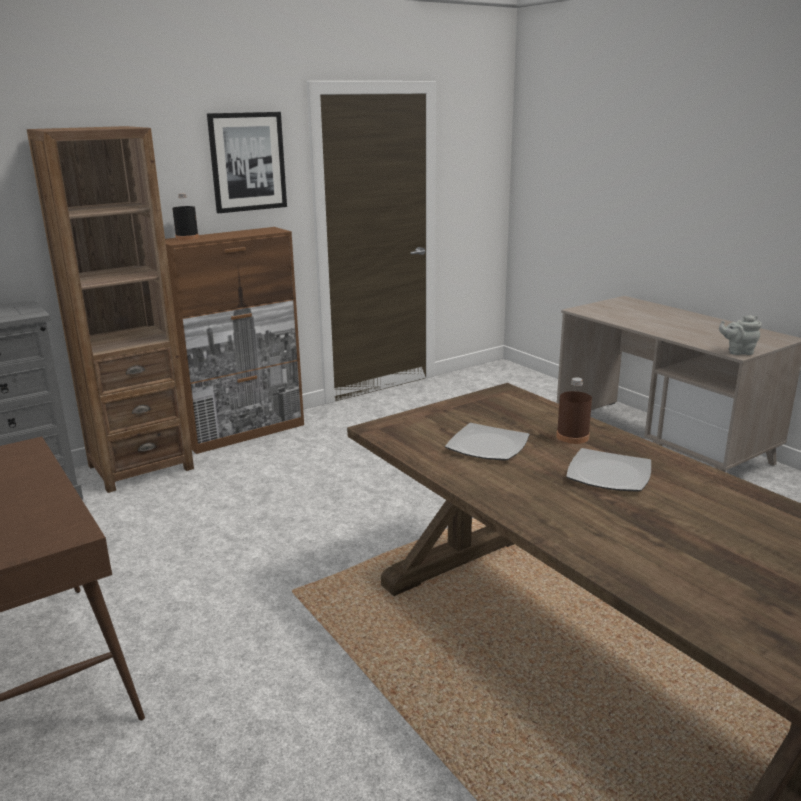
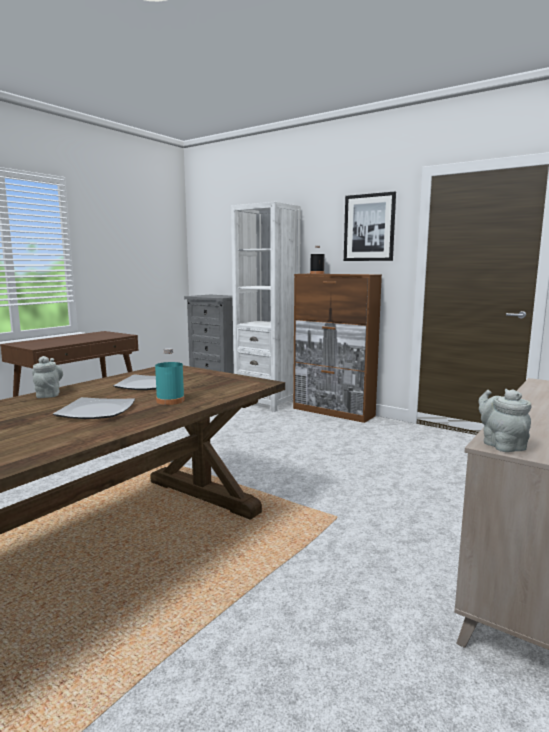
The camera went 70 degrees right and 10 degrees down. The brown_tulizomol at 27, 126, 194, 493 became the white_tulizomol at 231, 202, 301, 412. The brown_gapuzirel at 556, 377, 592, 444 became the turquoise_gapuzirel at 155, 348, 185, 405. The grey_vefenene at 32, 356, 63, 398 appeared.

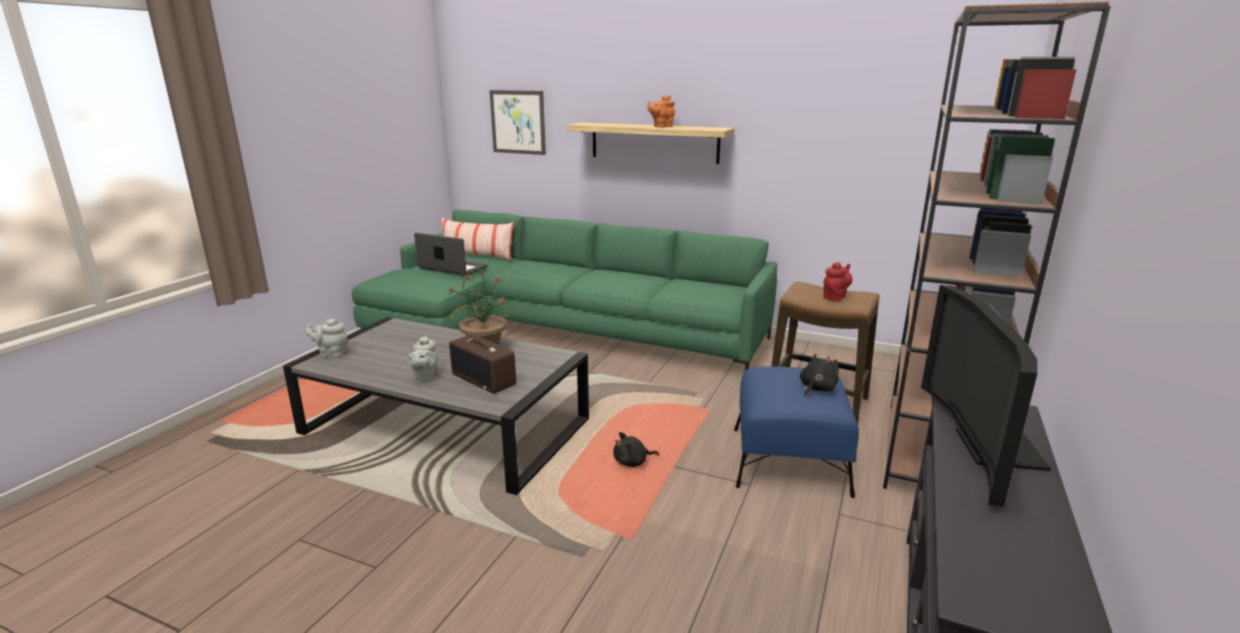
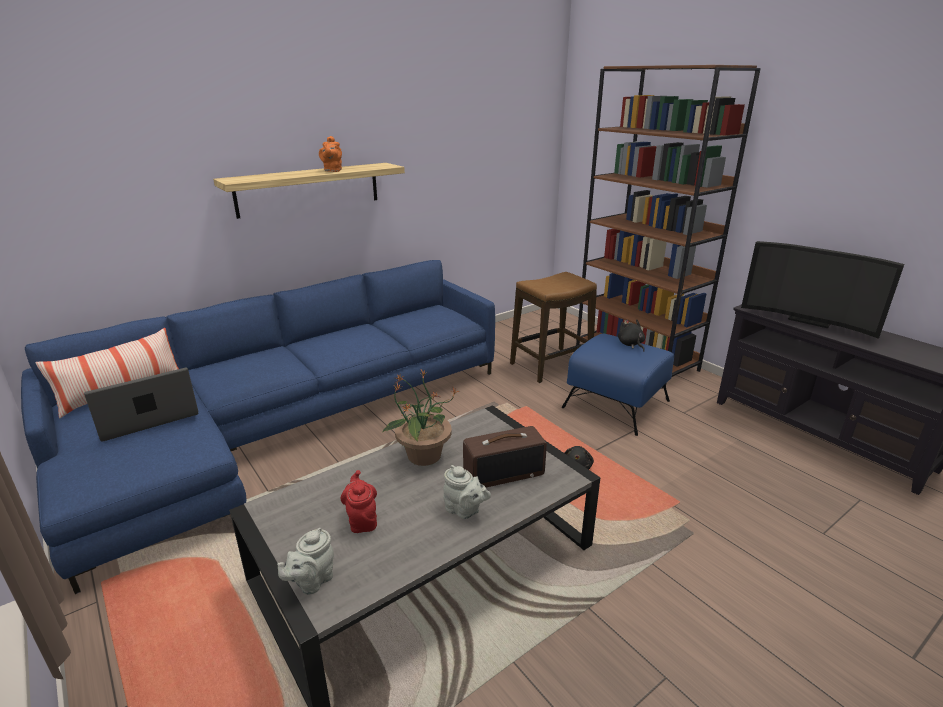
The camera went 60 degrees left and 5 degrees up. The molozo at 489, 90, 546, 155 disappeared. The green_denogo at 352, 210, 777, 371 became the blue_denogo at 21, 260, 495, 594. The red_vefenene moved from 823, 262, 852, 301 to 341, 470, 377, 533.

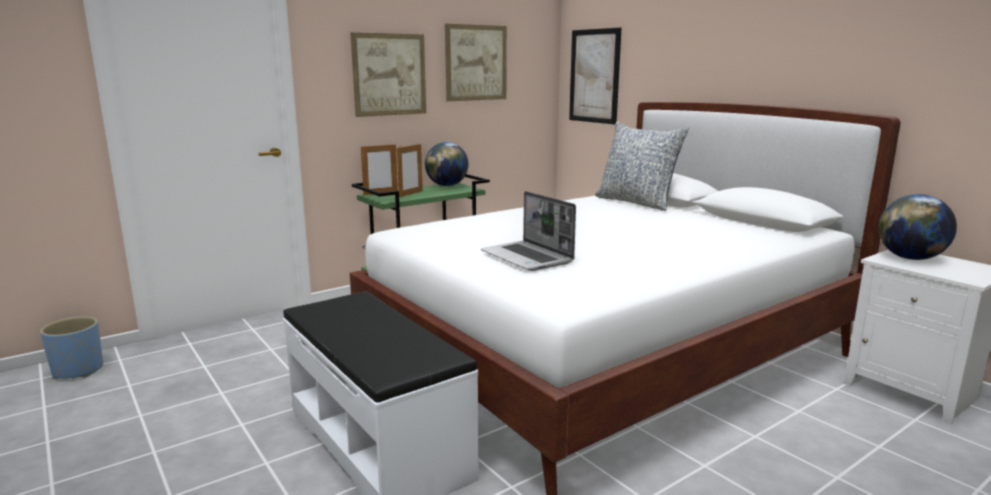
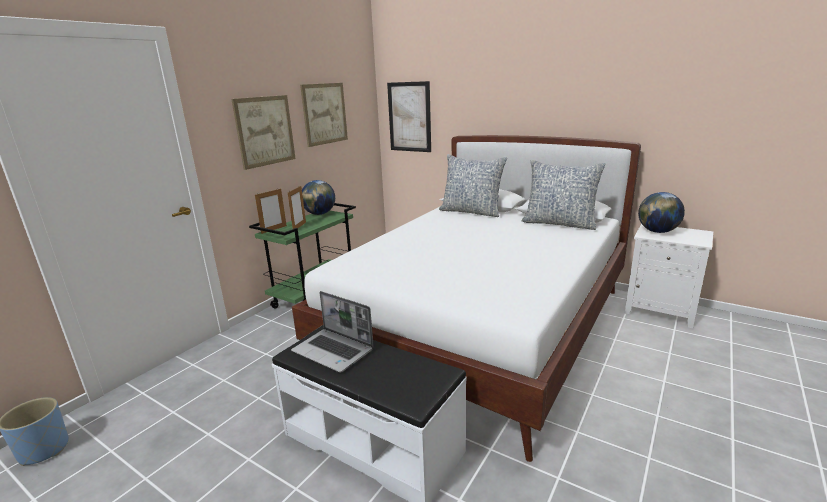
The camera went 20 degrees left and 5 degrees up. The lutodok moved from 481, 191, 576, 271 to 291, 291, 374, 372. The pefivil at 521, 160, 606, 230 appeared.

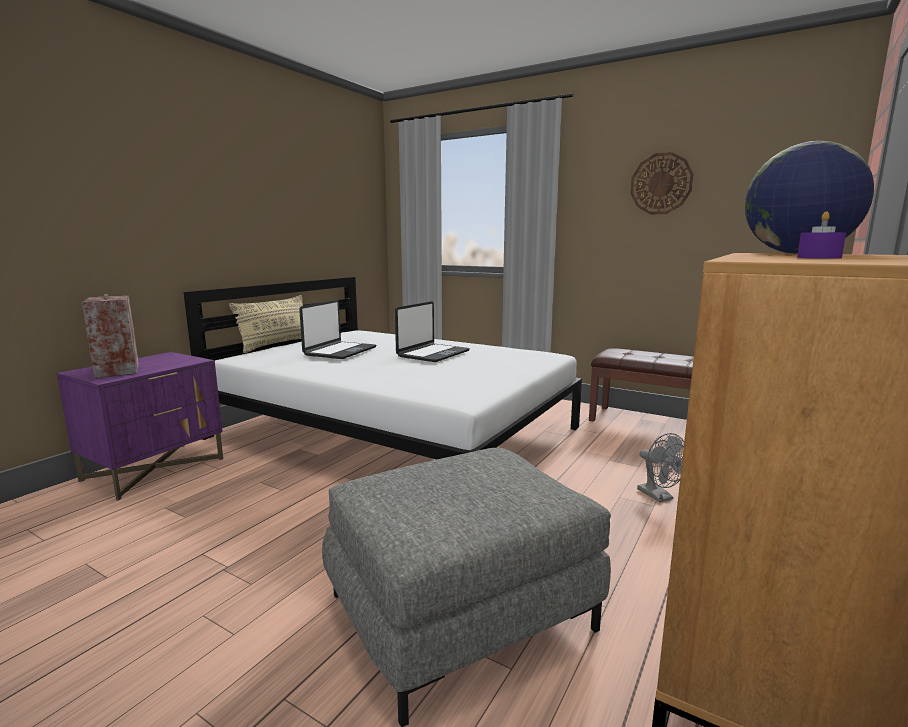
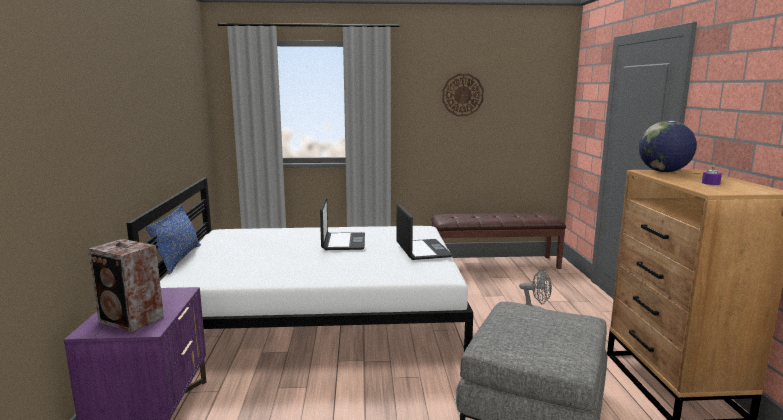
The camera went 35 degrees left and 0 degrees up. The beige_pefivil at 229, 295, 303, 353 became the blue_pefivil at 146, 205, 201, 274. The lutodok moved from 299, 300, 376, 359 to 397, 204, 452, 260.

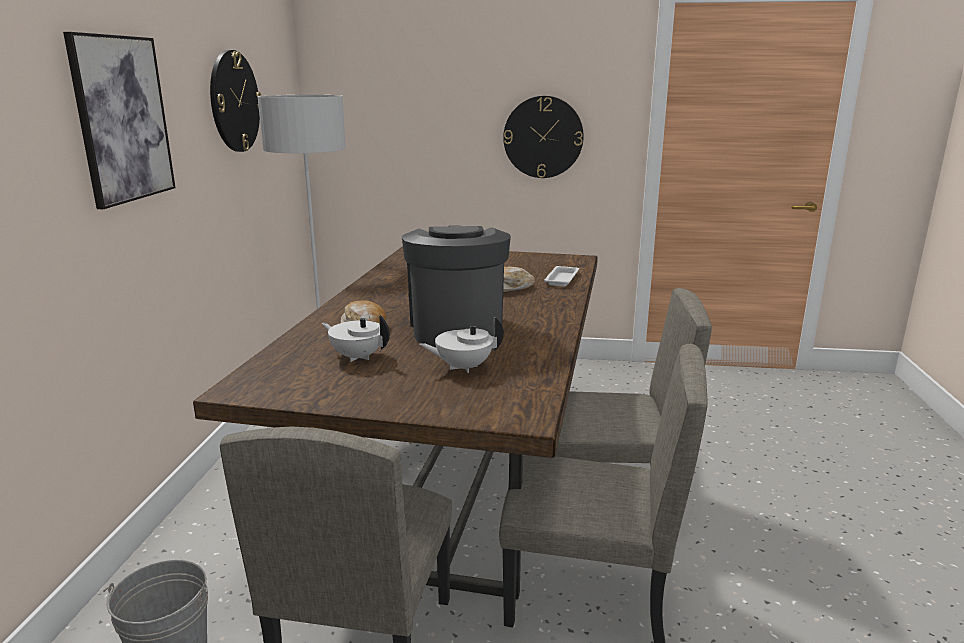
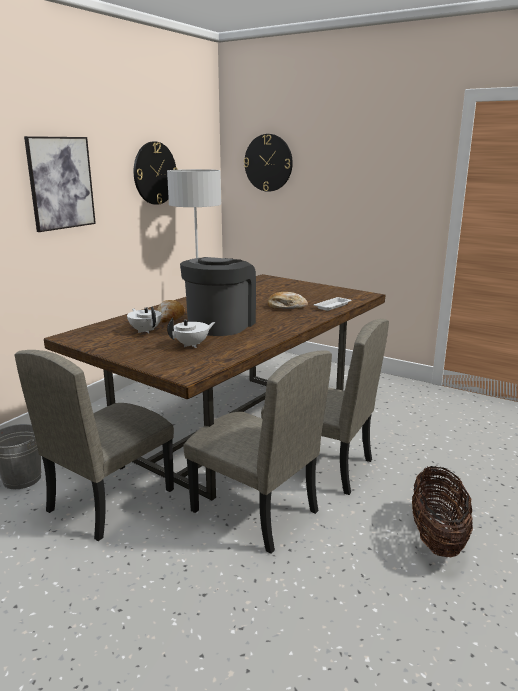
The camera went 25 degrees right and 0 degrees up. The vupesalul moved from 503, 96, 584, 178 to 244, 134, 293, 192. The white_vefenene at 419, 317, 504, 373 turned 135 degrees clockwise. The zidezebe at 412, 466, 473, 557 appeared.

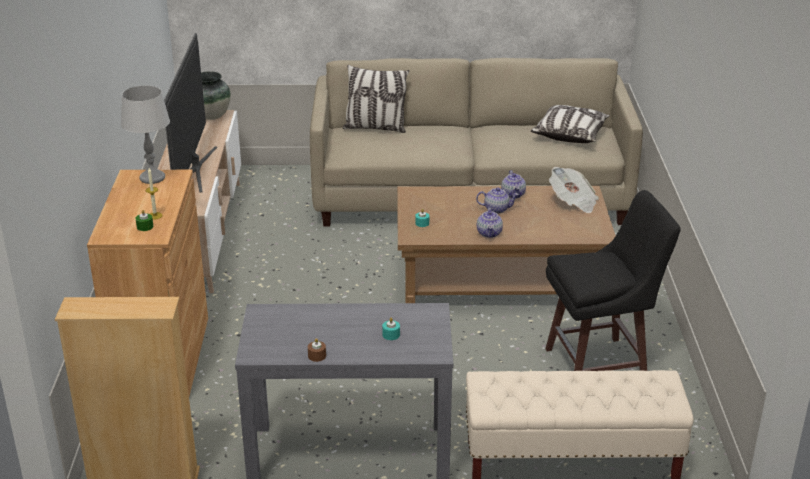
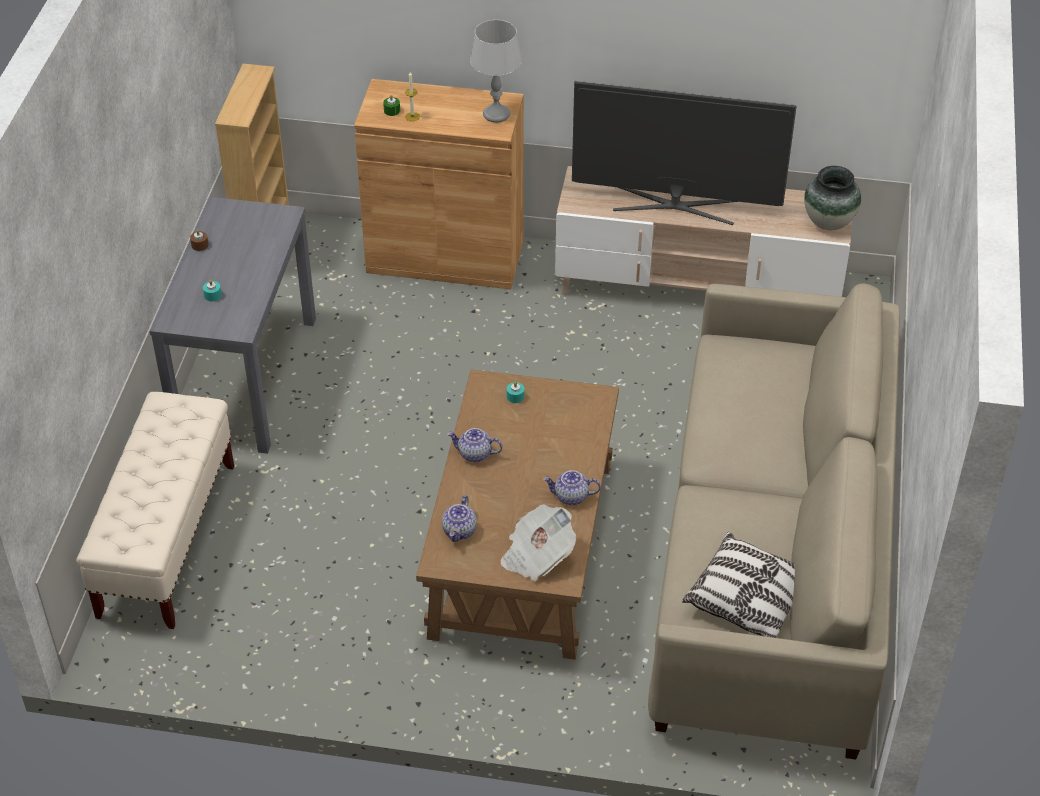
The camera went 100 degrees right and 15 degrees up. The pefivil at 343, 65, 409, 133 disappeared. The vefenene moved from 476, 188, 519, 214 to 442, 495, 477, 542. The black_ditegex at 545, 190, 681, 371 disappeared.

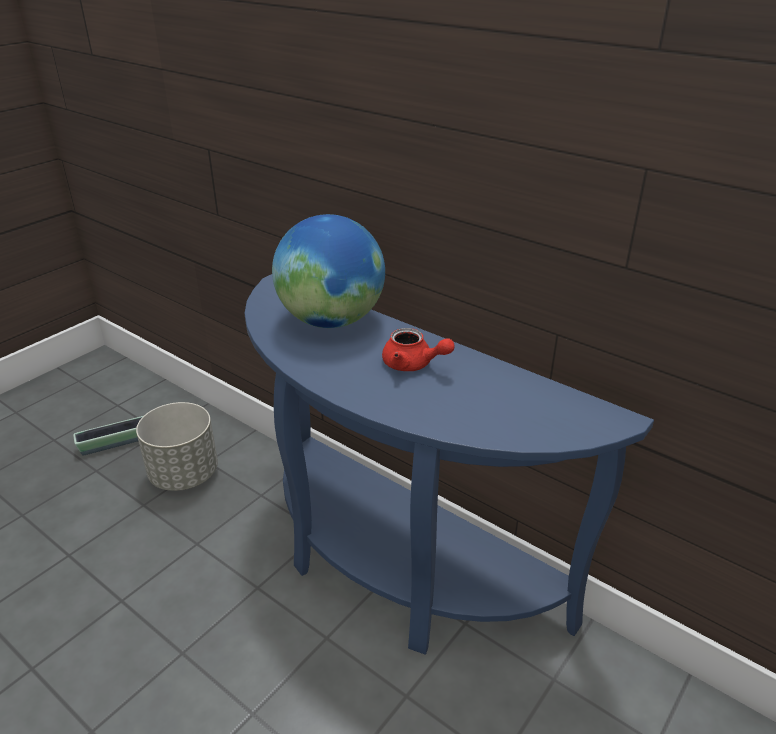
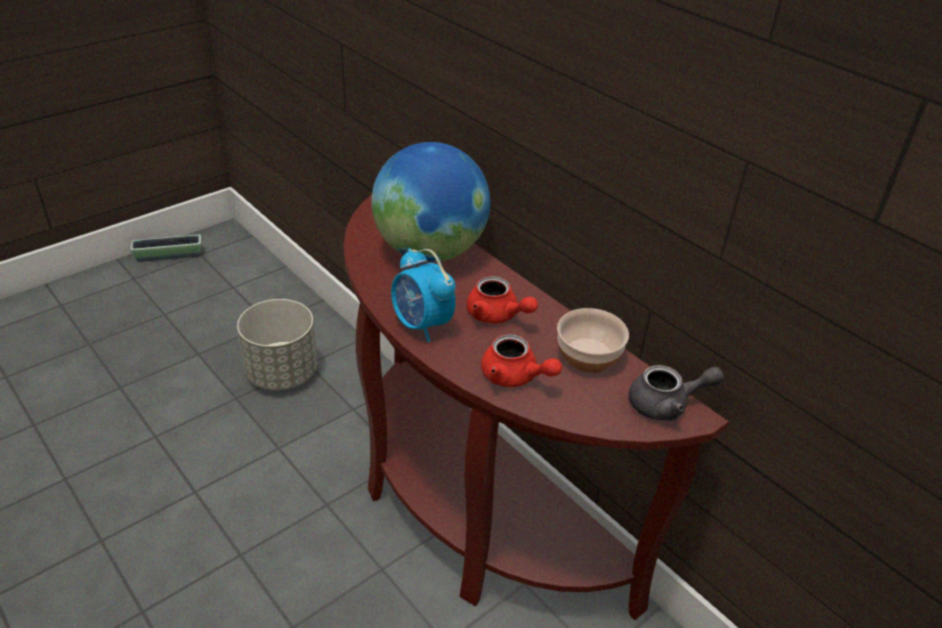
The camera went 10 degrees right and 5 degrees up. The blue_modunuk at 244, 274, 654, 655 became the brown_modunuk at 343, 195, 729, 620. The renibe moved from 73, 416, 143, 456 to 130, 235, 201, 262. The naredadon at 391, 248, 456, 342 appeared. The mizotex at 557, 308, 629, 373 appeared. The red_vefenene at 481, 334, 562, 387 appeared. The grey_vefenene at 629, 365, 724, 421 appeared.

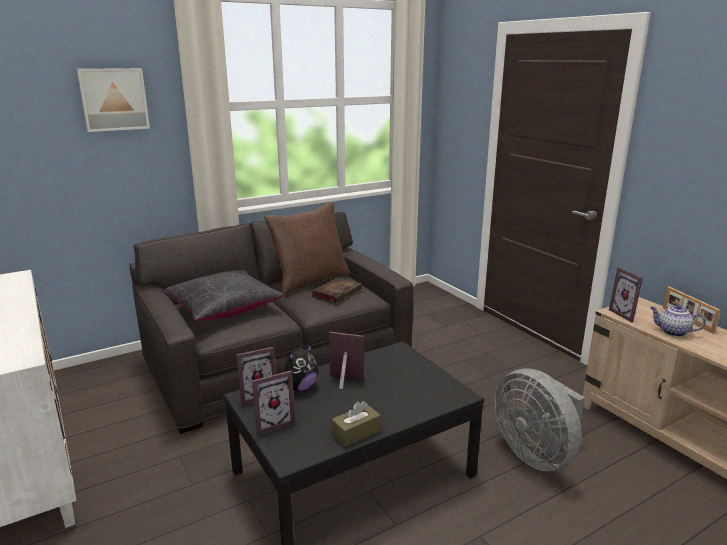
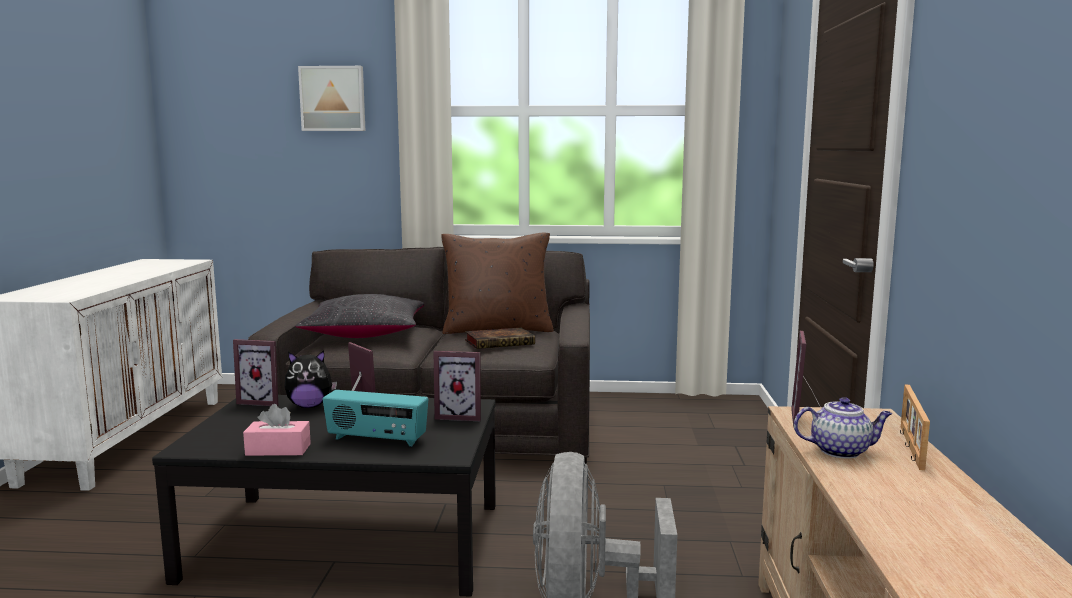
The camera went 35 degrees right and 10 degrees down. The vefenene at 650, 304, 706, 337 turned 120 degrees clockwise. The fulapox moved from 252, 370, 295, 435 to 434, 351, 481, 421. The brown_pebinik at 331, 401, 381, 447 became the pink_pebinik at 243, 404, 311, 456. The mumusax at 322, 390, 428, 447 appeared.

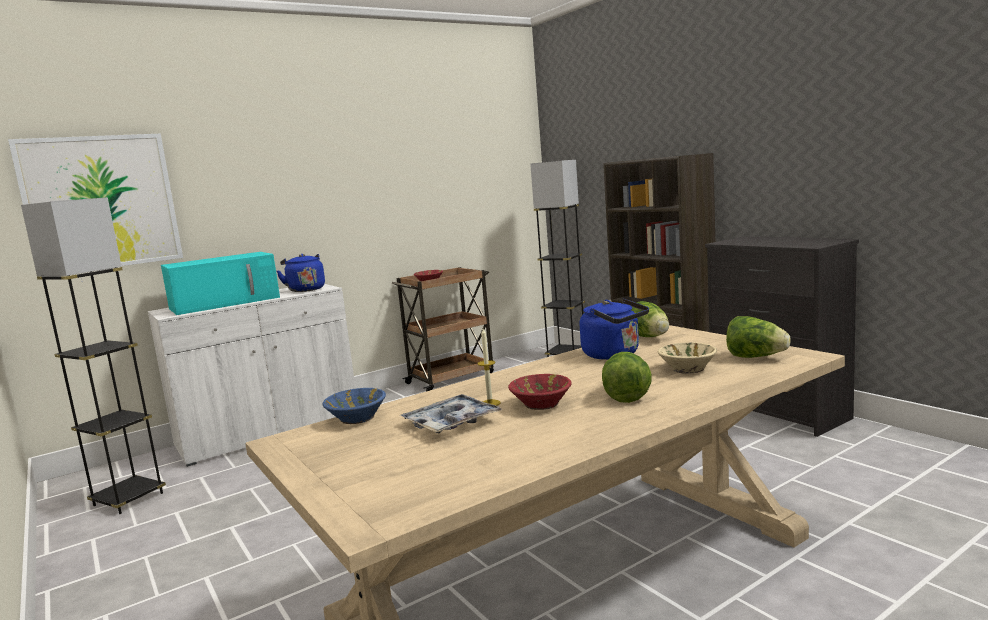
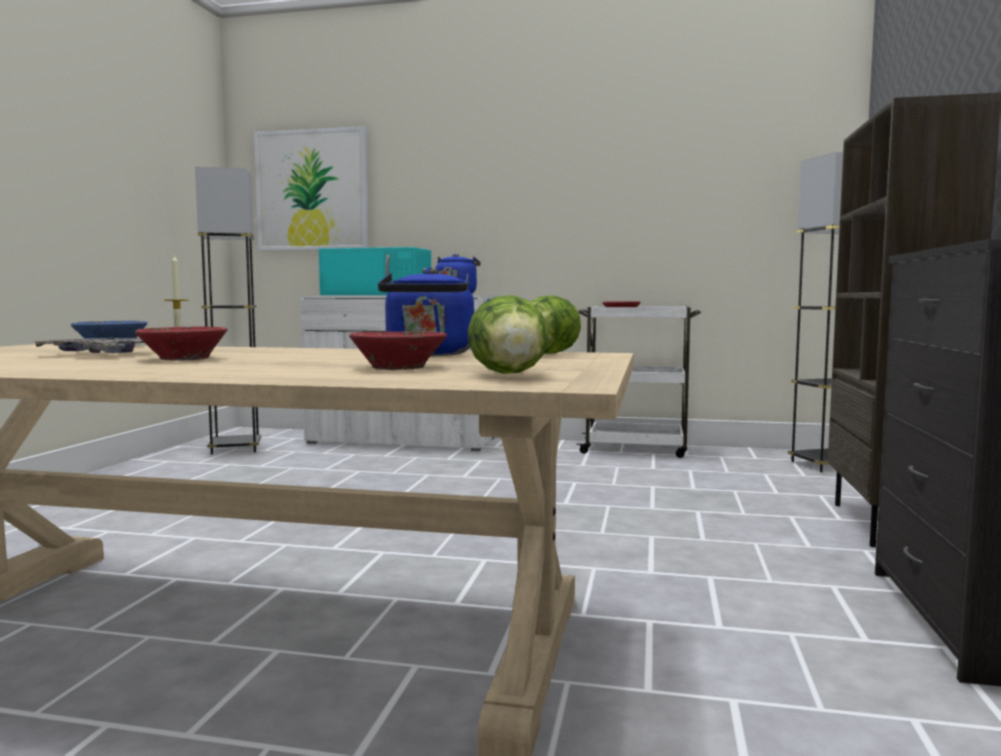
The camera went 45 degrees right and 5 degrees down. The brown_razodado at 392, 267, 494, 391 became the white_razodado at 576, 306, 701, 458. The beige_mizotex at 658, 342, 717, 374 became the red_mizotex at 349, 332, 447, 370. The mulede at 602, 352, 652, 403 disappeared.

